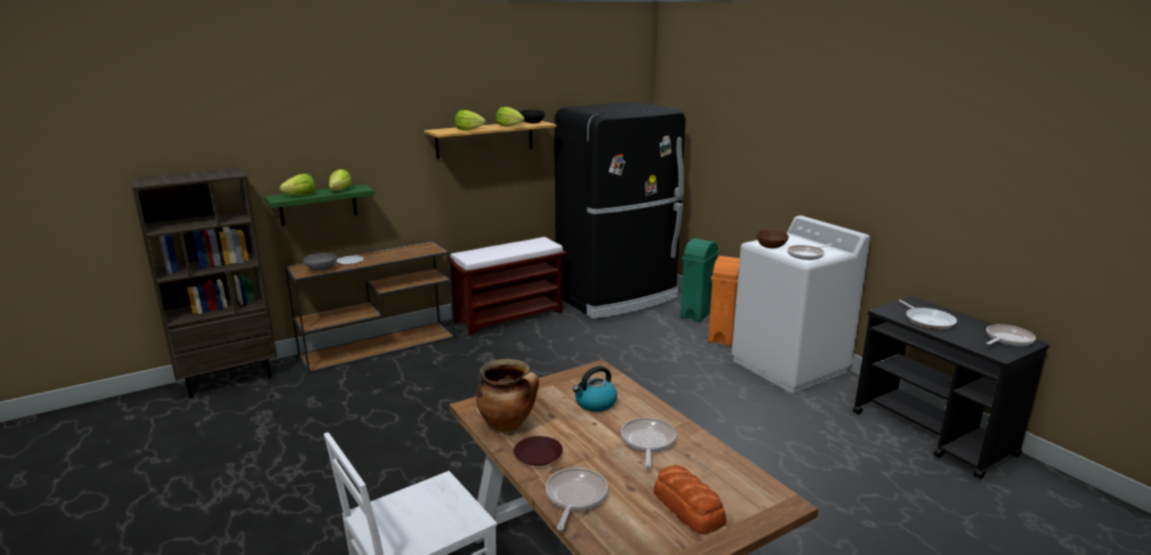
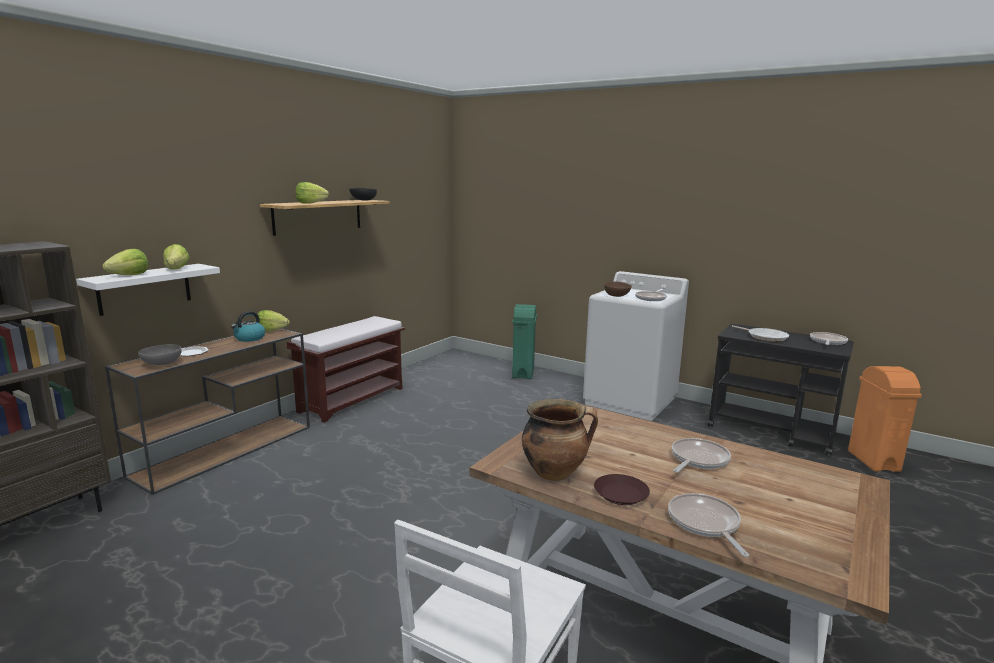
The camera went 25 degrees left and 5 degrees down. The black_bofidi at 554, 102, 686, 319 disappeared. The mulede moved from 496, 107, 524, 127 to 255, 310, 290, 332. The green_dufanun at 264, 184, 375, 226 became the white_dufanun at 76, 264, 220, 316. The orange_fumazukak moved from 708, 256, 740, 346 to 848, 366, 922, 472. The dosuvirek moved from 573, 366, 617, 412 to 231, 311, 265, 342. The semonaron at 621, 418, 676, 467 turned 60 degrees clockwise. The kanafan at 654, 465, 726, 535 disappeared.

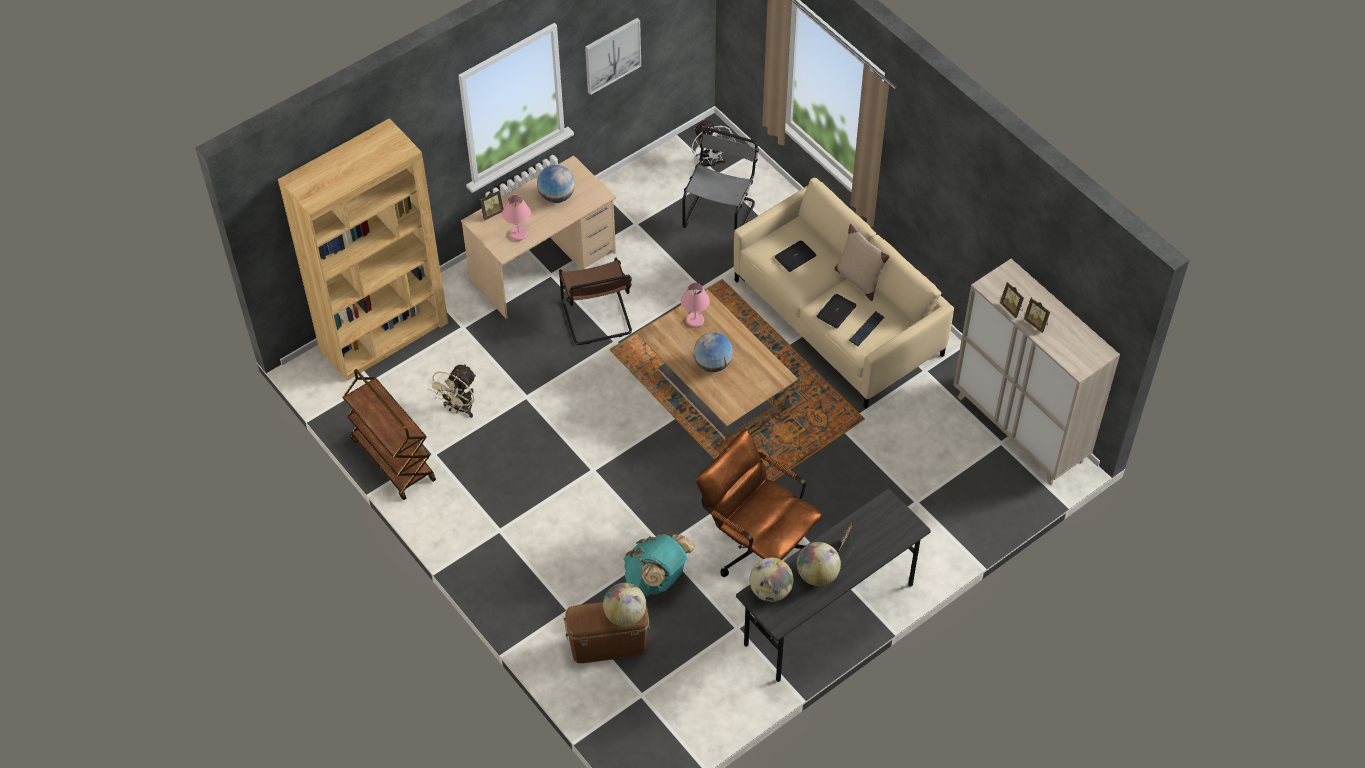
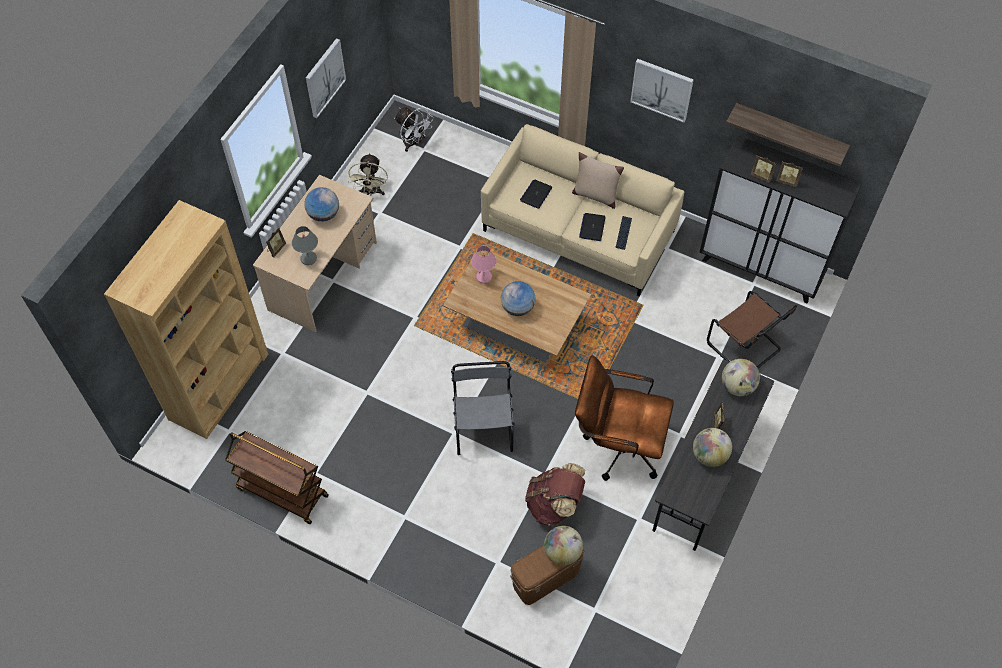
The camera went 25 degrees left and 5 degrees up. The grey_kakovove moved from 683, 128, 759, 231 to 451, 361, 515, 455. The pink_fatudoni at 502, 195, 531, 241 became the grey_fatudoni at 292, 226, 318, 265. The brown_kakovove moved from 559, 258, 632, 345 to 707, 291, 797, 368. The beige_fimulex at 954, 259, 1120, 485 became the black_fimulex at 700, 135, 862, 304. The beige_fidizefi moved from 428, 364, 476, 418 to 348, 153, 388, 195. The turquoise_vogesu at 624, 534, 695, 596 became the brown_vogesu at 525, 463, 585, 526. The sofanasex moved from 749, 558, 794, 602 to 722, 359, 760, 396. The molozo at 630, 59, 694, 123 appeared. The dufanun at 726, 103, 850, 167 appeared.

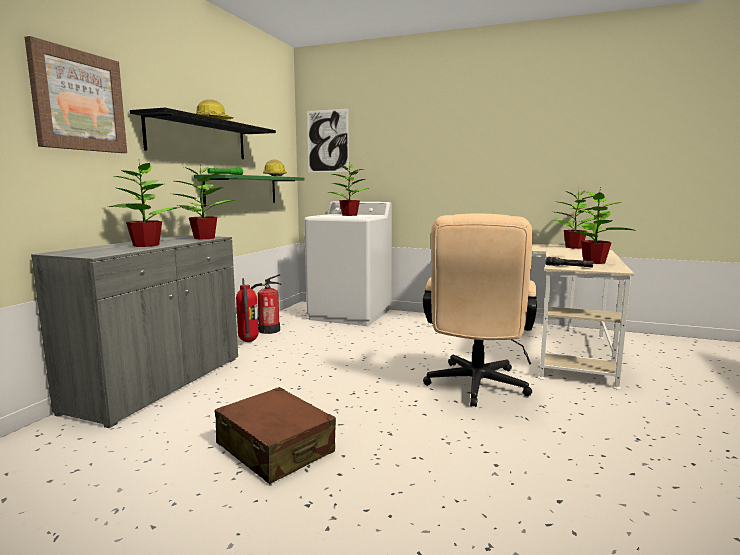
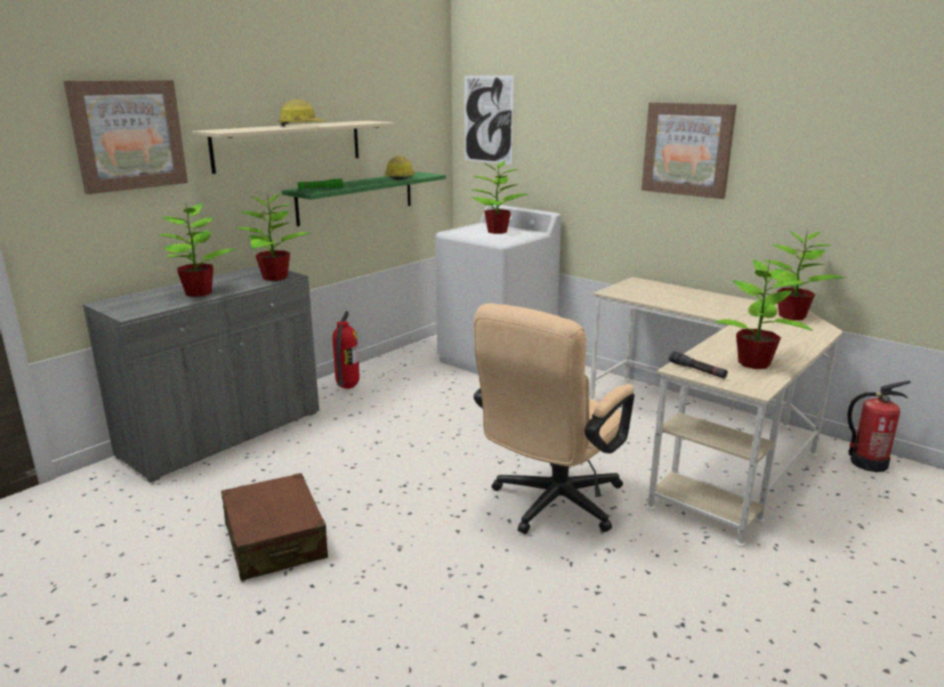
The camera went 20 degrees right and 10 degrees up. The black_dufanun at 130, 108, 276, 159 became the beige_dufanun at 192, 121, 395, 174. The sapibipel moved from 250, 274, 281, 334 to 848, 381, 911, 472. The molozo at 641, 102, 737, 199 appeared.

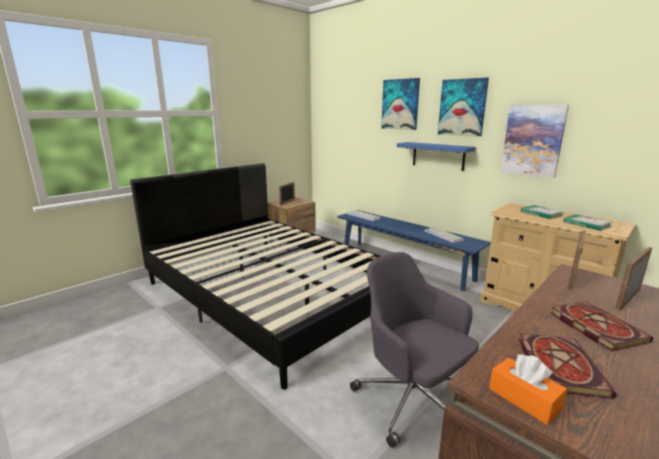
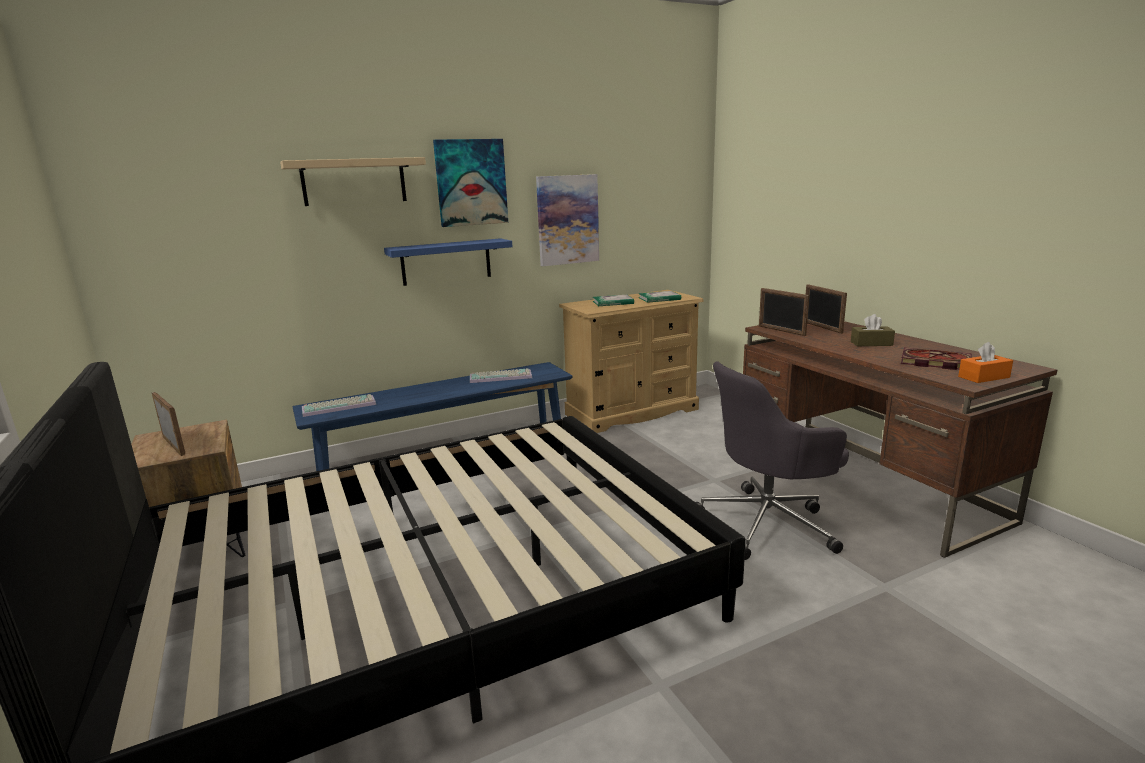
The camera went 70 degrees left and 0 degrees up. The molozo at 381, 78, 420, 130 was replaced by the beige_dufanun at 280, 157, 426, 206. The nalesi at 550, 302, 653, 351 was replaced by the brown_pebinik at 851, 314, 895, 346.

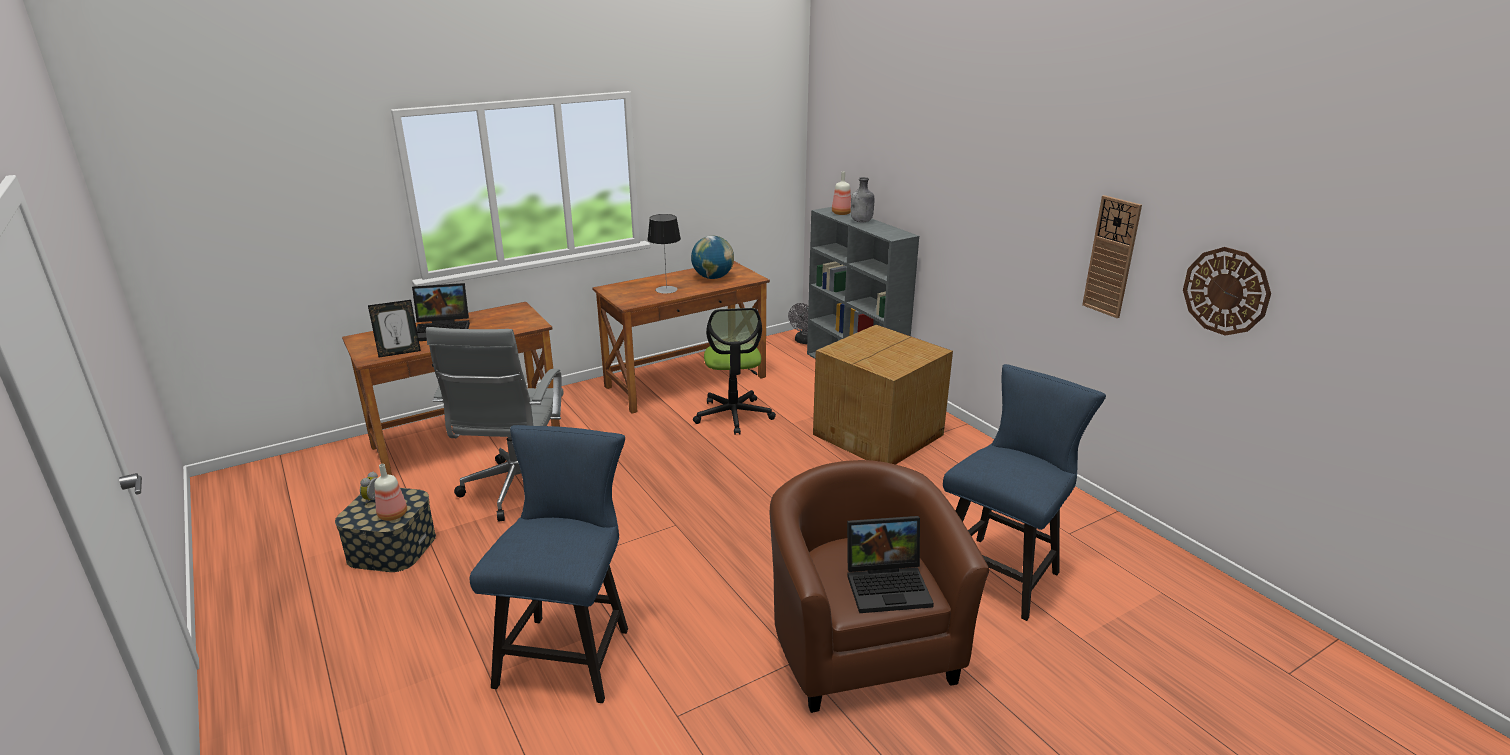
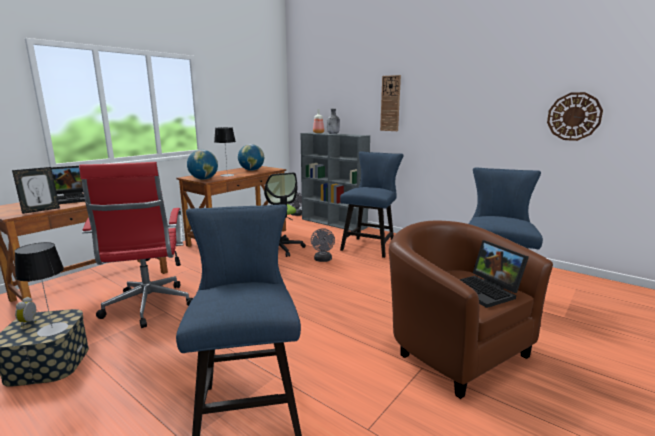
The camera went 20 degrees left and 10 degrees down. The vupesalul moved from 1082, 195, 1142, 318 to 380, 75, 401, 131. The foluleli at 813, 325, 953, 465 was replaced by the blue_kakovove at 340, 151, 404, 258. The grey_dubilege at 426, 327, 564, 522 became the red_dubilege at 79, 162, 193, 328. The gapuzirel at 375, 464, 407, 521 was replaced by the fatudoni at 14, 242, 68, 337. The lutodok at 847, 516, 934, 613 turned 90 degrees clockwise. The sofanasex at 187, 150, 218, 180 appeared. The grey_fidizefi at 311, 228, 335, 262 appeared.

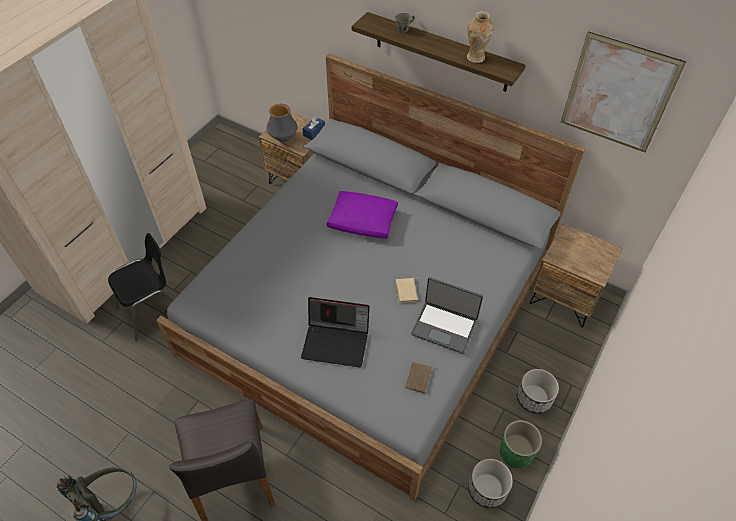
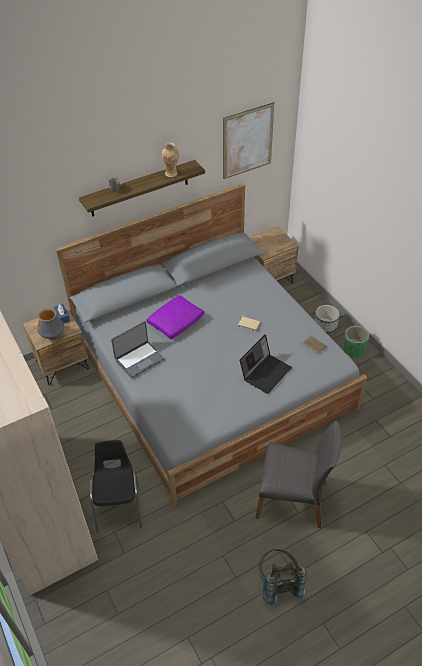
The camera went 60 degrees left and 5 degrees down. The lutodok moved from 411, 277, 483, 354 to 111, 321, 164, 378. The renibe at 468, 459, 513, 508 disappeared.

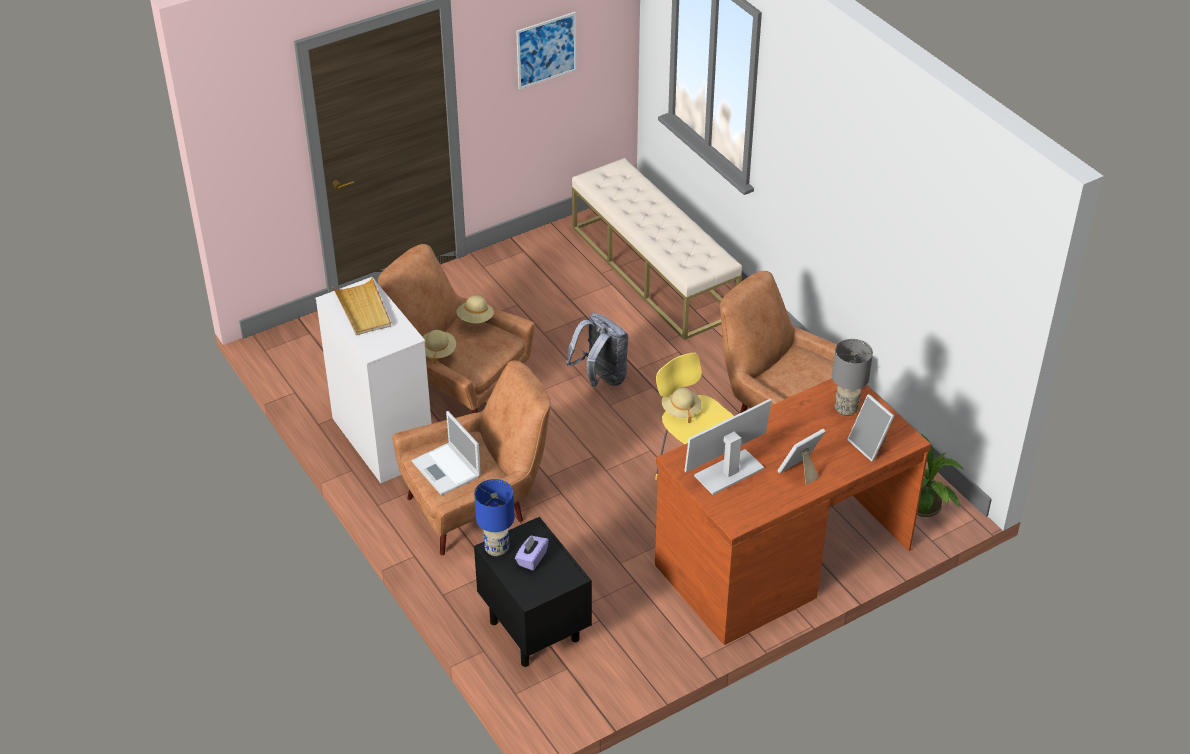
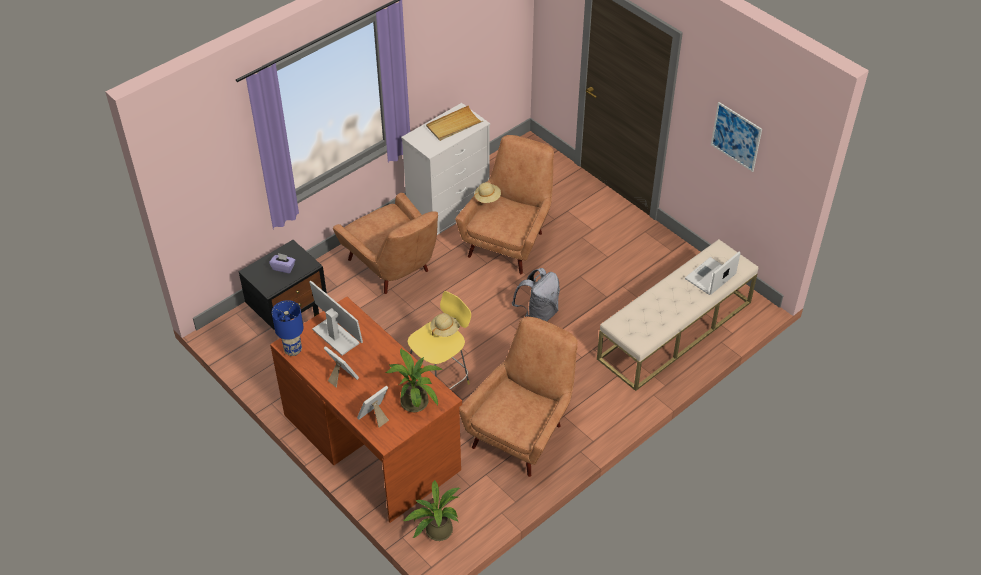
The camera went 80 degrees right and 5 degrees up. The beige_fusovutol at 456, 295, 494, 324 disappeared. The grey_fatudoni at 832, 339, 873, 416 was replaced by the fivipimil at 386, 348, 442, 412. The lutodok moved from 411, 411, 481, 496 to 685, 251, 741, 295. The blue_fatudoni moved from 474, 479, 515, 556 to 272, 300, 303, 356.

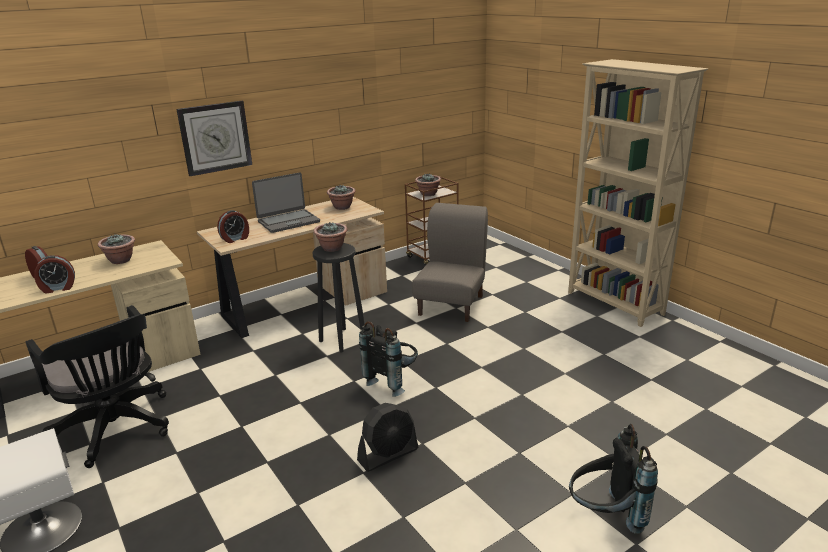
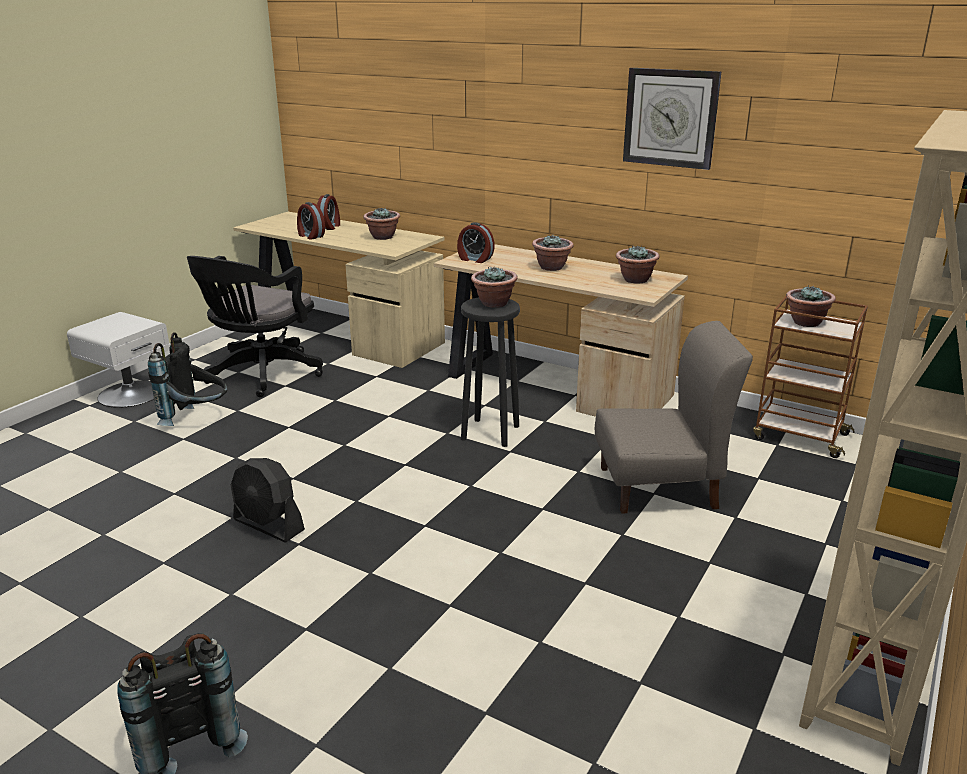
The camera went 65 degrees right and 0 degrees up. The vupesalul moved from 176, 101, 252, 176 to 623, 68, 721, 170. The lutodok at 252, 172, 320, 233 was replaced by the fivipimil at 532, 235, 574, 271. The black_vogesu moved from 359, 321, 418, 397 to 148, 332, 227, 426.

